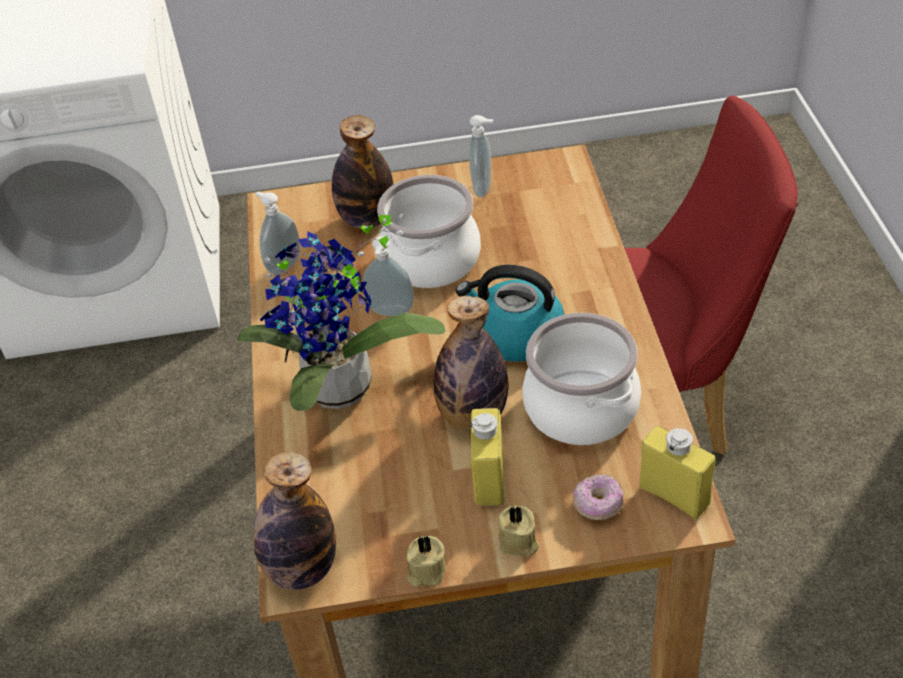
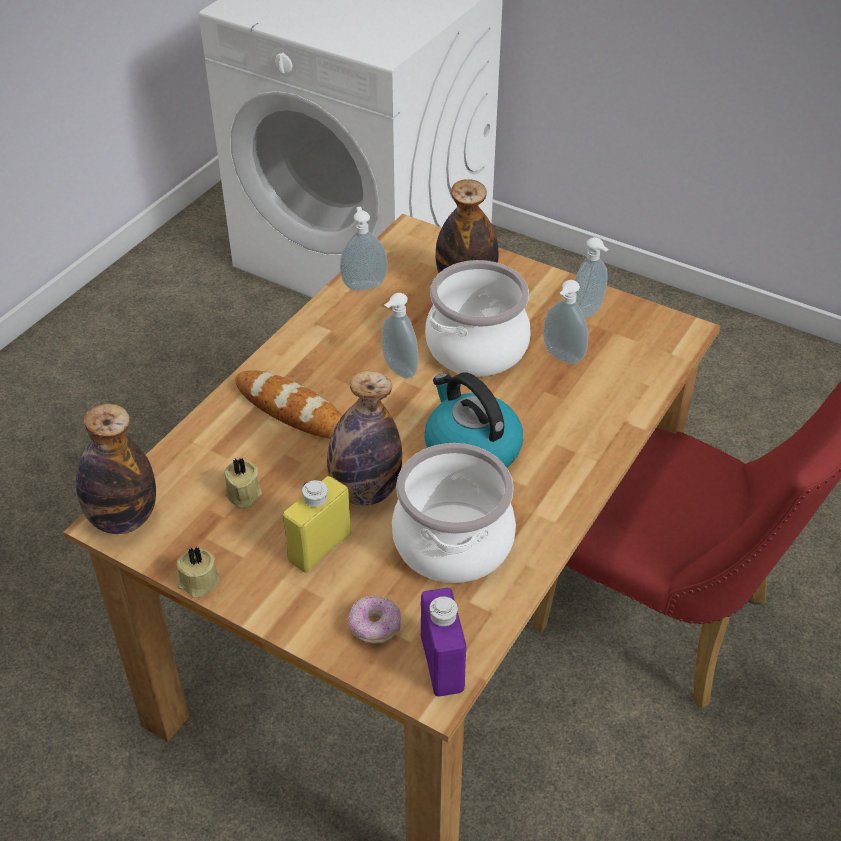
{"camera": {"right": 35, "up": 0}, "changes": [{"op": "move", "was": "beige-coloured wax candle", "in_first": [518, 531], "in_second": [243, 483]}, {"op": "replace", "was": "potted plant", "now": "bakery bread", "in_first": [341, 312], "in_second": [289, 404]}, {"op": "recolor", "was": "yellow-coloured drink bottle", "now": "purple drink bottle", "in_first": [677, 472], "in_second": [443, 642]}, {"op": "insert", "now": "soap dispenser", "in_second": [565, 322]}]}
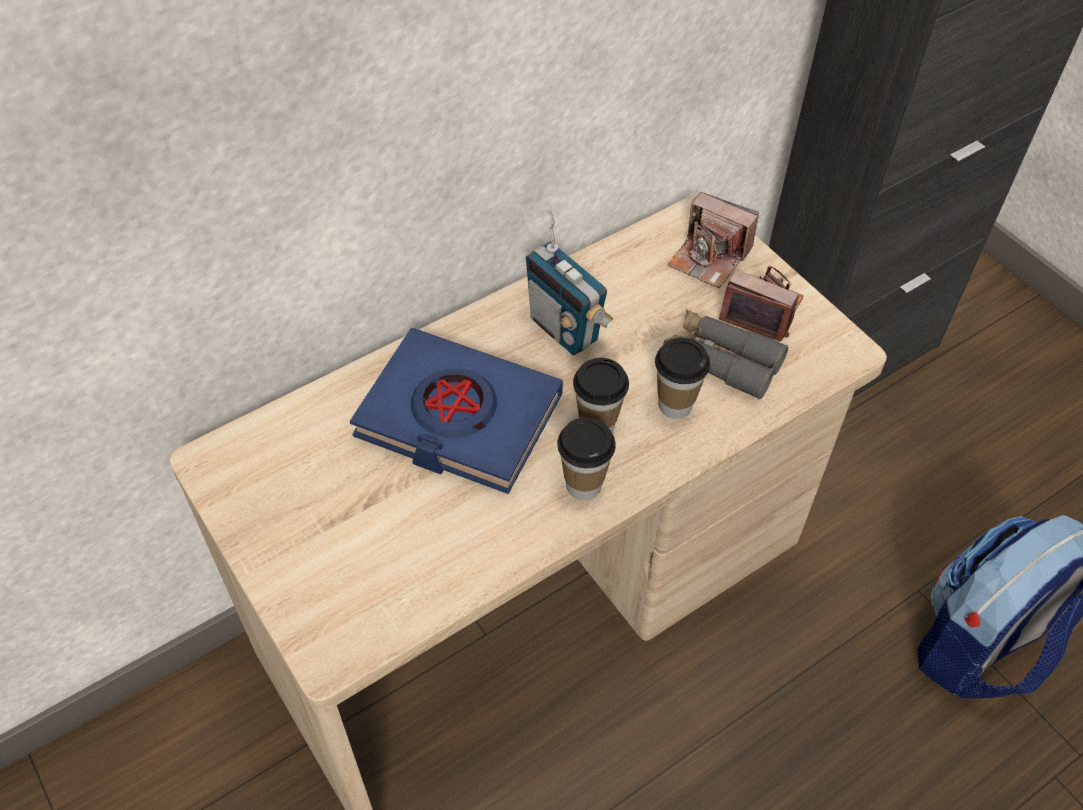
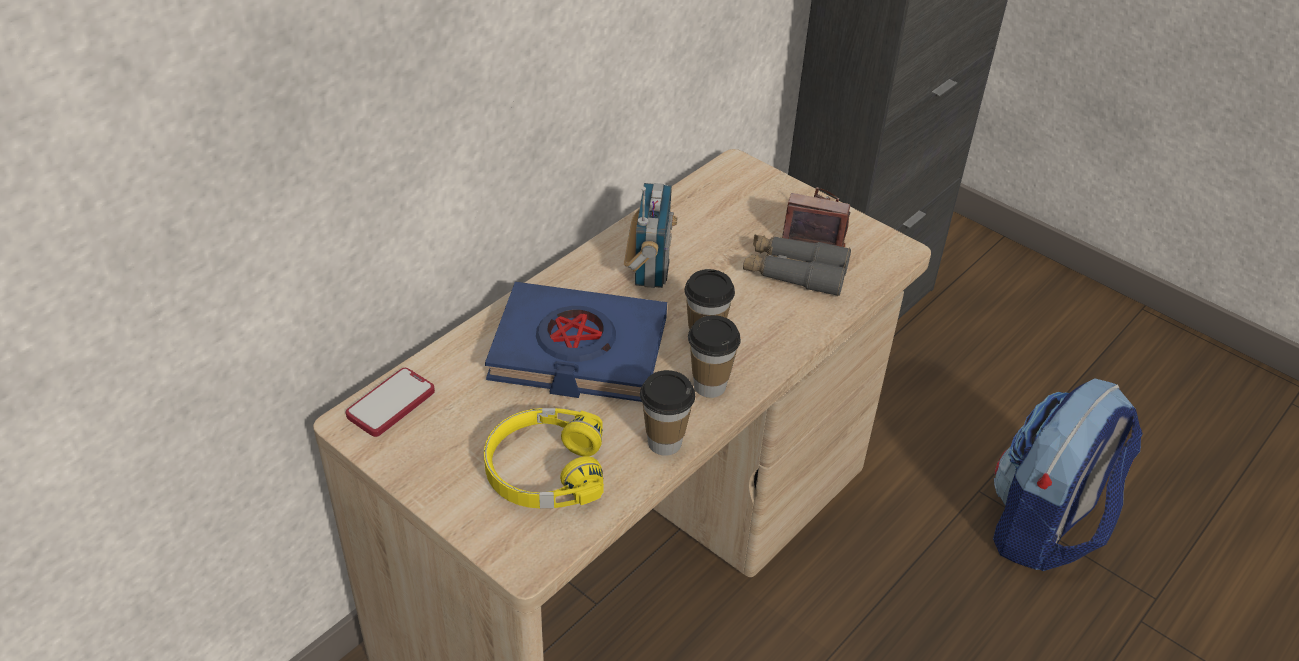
{"camera": {"right": -15, "up": -10}, "changes": [{"op": "insert", "now": "phone", "in_second": [390, 402]}, {"op": "insert", "now": "yellow-coloured pair of headphones", "in_second": [544, 458]}, {"op": "rotate", "was": "radio set", "in_first": [570, 282], "in_second": [650, 235], "clockwise": -120}, {"op": "move", "was": "cup", "in_first": [682, 378], "in_second": [667, 413]}, {"op": "delete", "was": "photo camera", "in_first": [713, 240]}]}
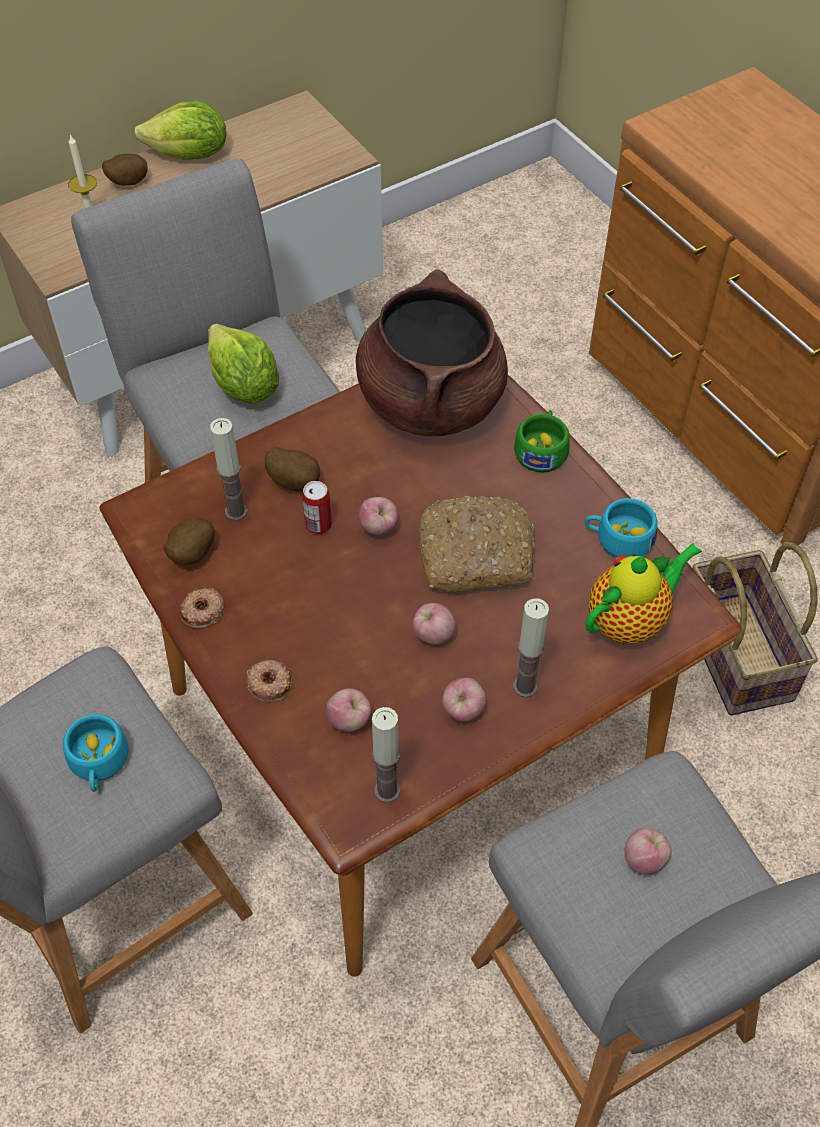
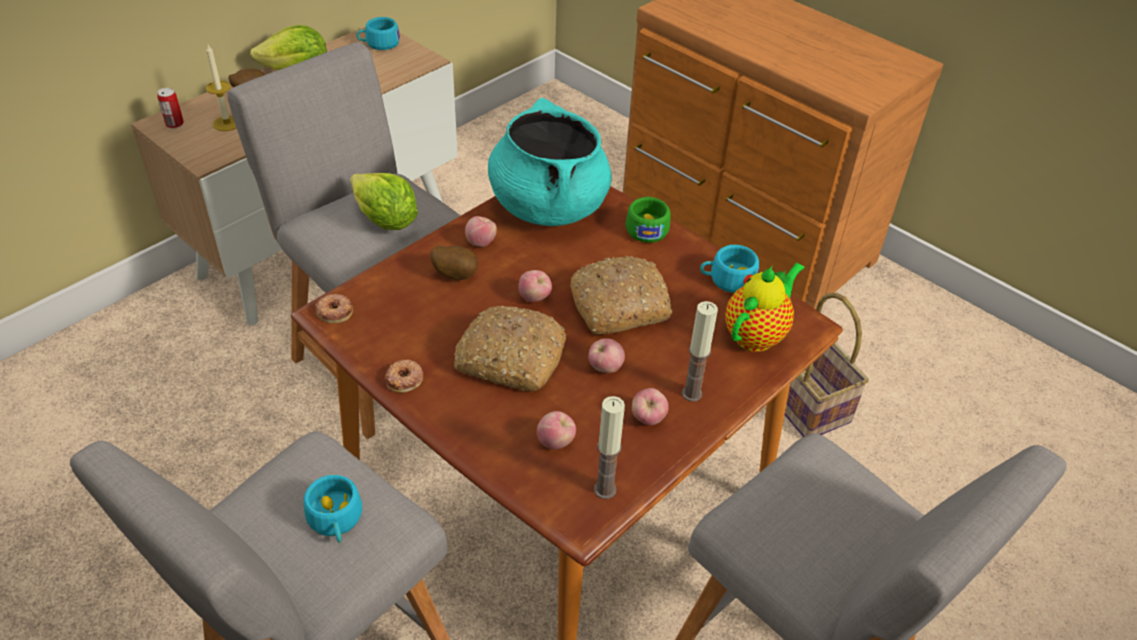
{"camera": {"right": -15, "up": -10}, "changes": [{"op": "move", "was": "sealed can", "in_first": [317, 507], "in_second": [170, 108]}, {"op": "move", "was": "doughnut", "in_first": [269, 681], "in_second": [334, 308]}, {"op": "insert", "now": "blue-green cup", "in_second": [378, 33]}, {"op": "insert", "now": "bakery bread", "in_second": [510, 348]}, {"op": "move", "was": "whole apple", "in_first": [648, 851], "in_second": [481, 231]}, {"op": "recolor", "was": "brown saucepot", "now": "blue-green saucepot", "in_first": [432, 352], "in_second": [550, 162]}, {"op": "delete", "was": "whole potato", "in_first": [189, 541]}, {"op": "delete", "was": "wax candle", "in_first": [229, 469]}]}
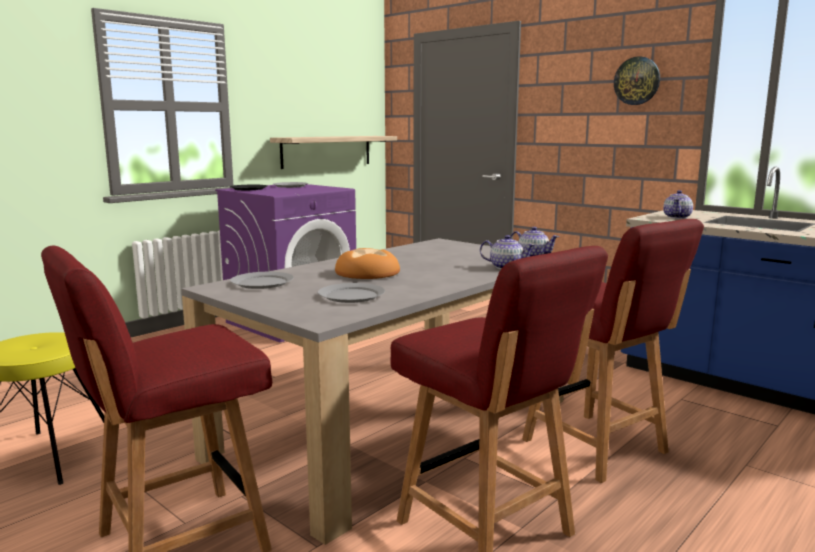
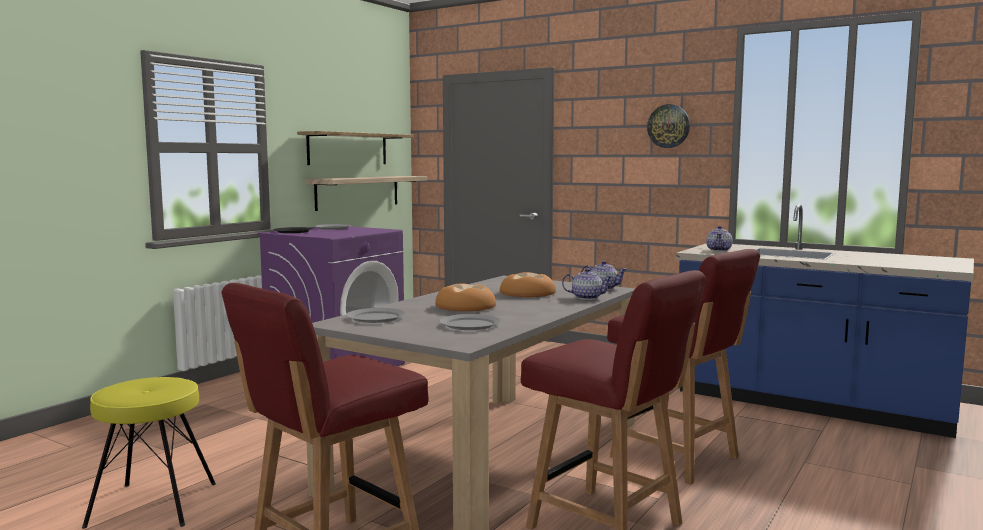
{"camera": {"right": -10, "up": -5}, "changes": [{"op": "insert", "now": "bracket shelf", "in_second": [355, 148]}, {"op": "insert", "now": "bakery bread", "in_second": [528, 284]}]}
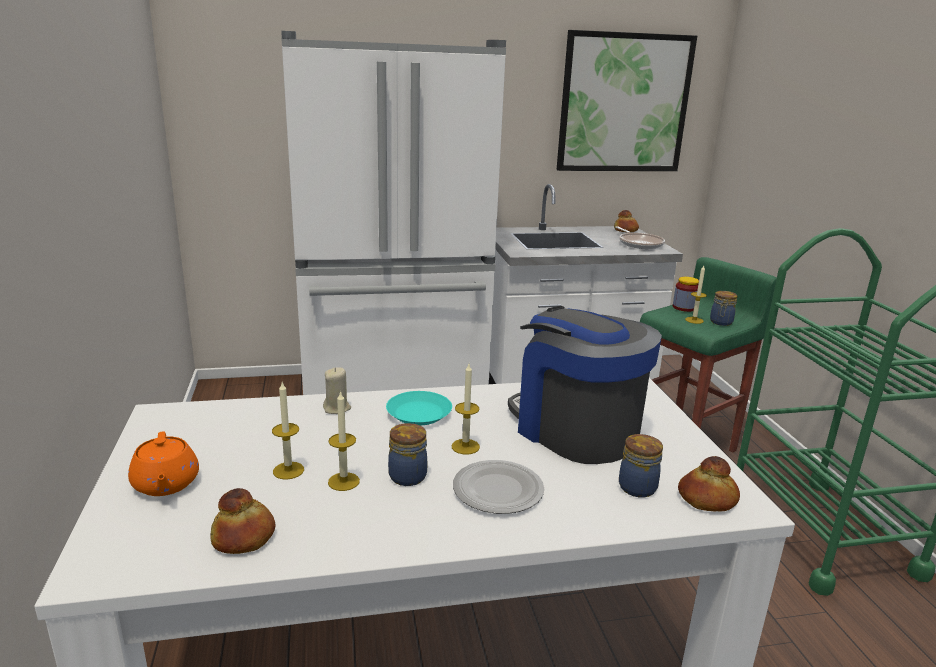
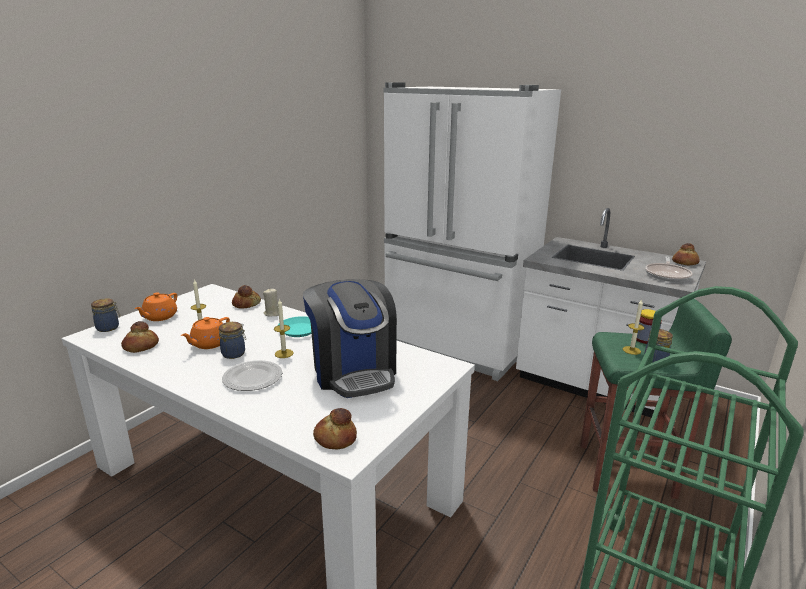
{"camera": {"right": 45, "up": 0}, "changes": [{"op": "move", "was": "storage jar", "in_first": [641, 465], "in_second": [105, 315]}, {"op": "replace", "was": "wax candle", "now": "orange teapot", "in_first": [344, 441], "in_second": [205, 333]}, {"op": "insert", "now": "bakery bread", "in_second": [246, 297]}, {"op": "rotate", "was": "coffee maker", "in_first": [585, 385], "in_second": [350, 338], "clockwise": 150}, {"op": "delete", "was": "wall picture", "in_first": [627, 100]}]}
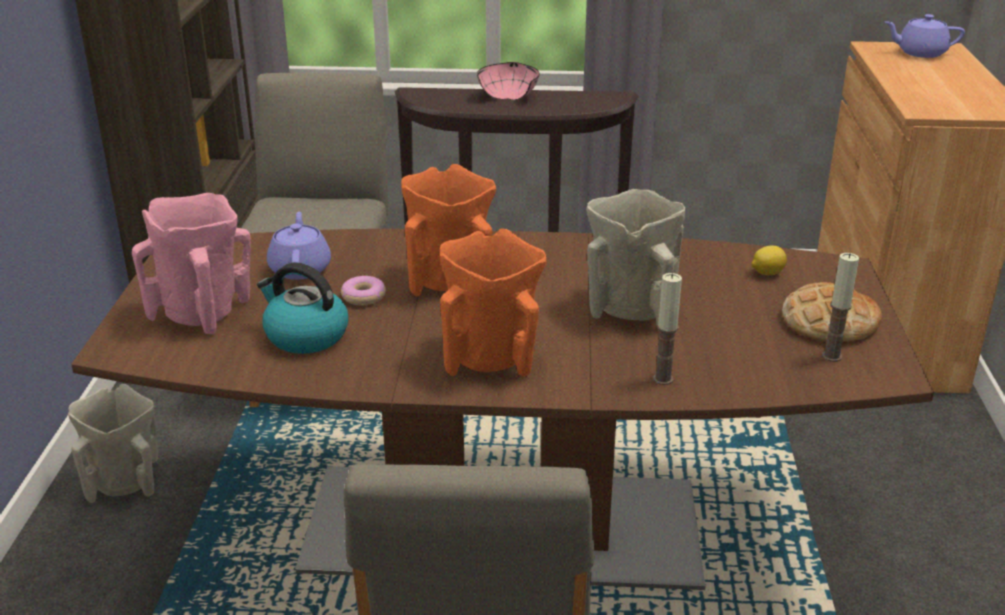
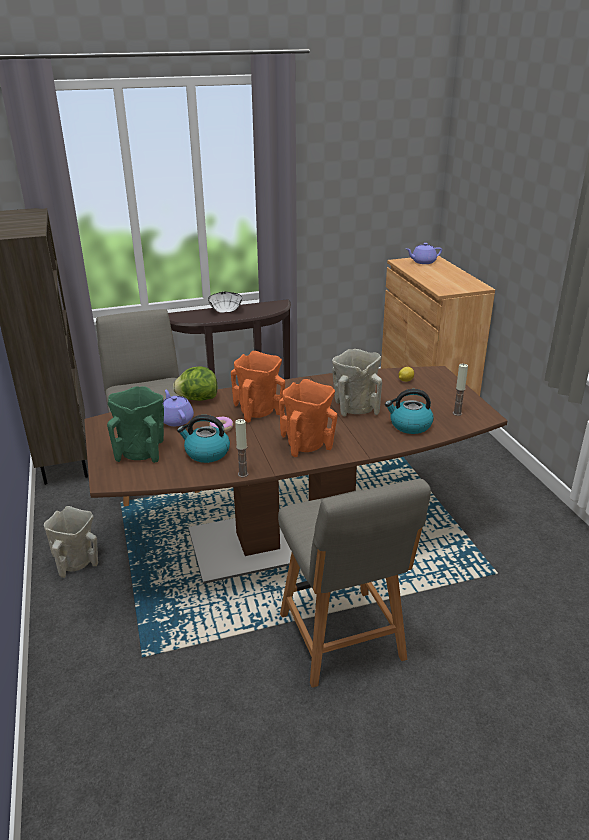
{"camera": {"right": -20, "up": 0}, "changes": [{"op": "recolor", "was": "pink decorative vase", "now": "green-coloured decorative vase", "in_first": [191, 263], "in_second": [135, 424]}, {"op": "insert", "now": "lettuce head", "in_second": [195, 384]}, {"op": "recolor", "was": "pink deep dish", "now": "white-coloured deep dish", "in_first": [508, 81], "in_second": [225, 302]}, {"op": "move", "was": "wax candle", "in_first": [667, 329], "in_second": [242, 448]}, {"op": "insert", "now": "tea kettle", "in_second": [409, 411]}, {"op": "delete", "was": "bakery bread", "in_first": [832, 312]}]}
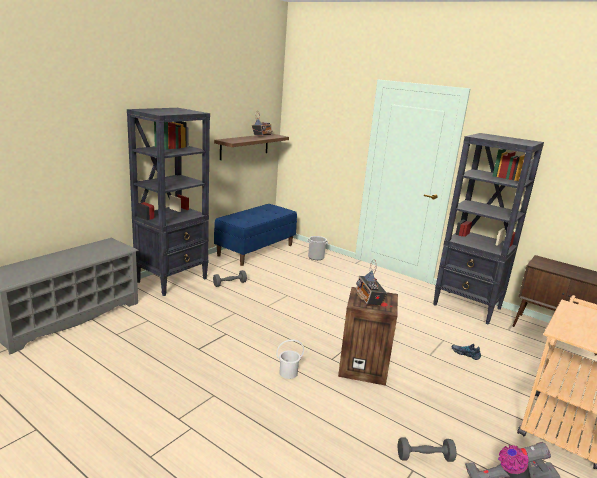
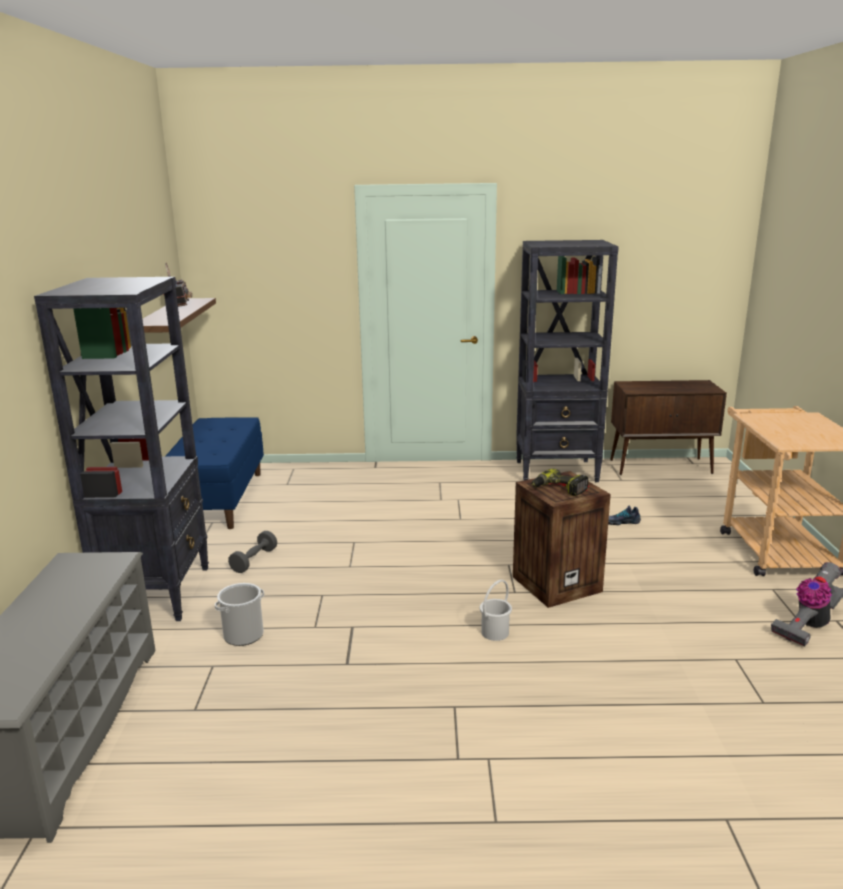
{"camera": {"right": -35, "up": 0}, "changes": [{"op": "move", "was": "bucket", "in_first": [317, 248], "in_second": [239, 614]}, {"op": "replace", "was": "radio set", "now": "drill", "in_first": [371, 283], "in_second": [560, 482]}, {"op": "delete", "was": "gray hand weight", "in_first": [427, 449]}]}
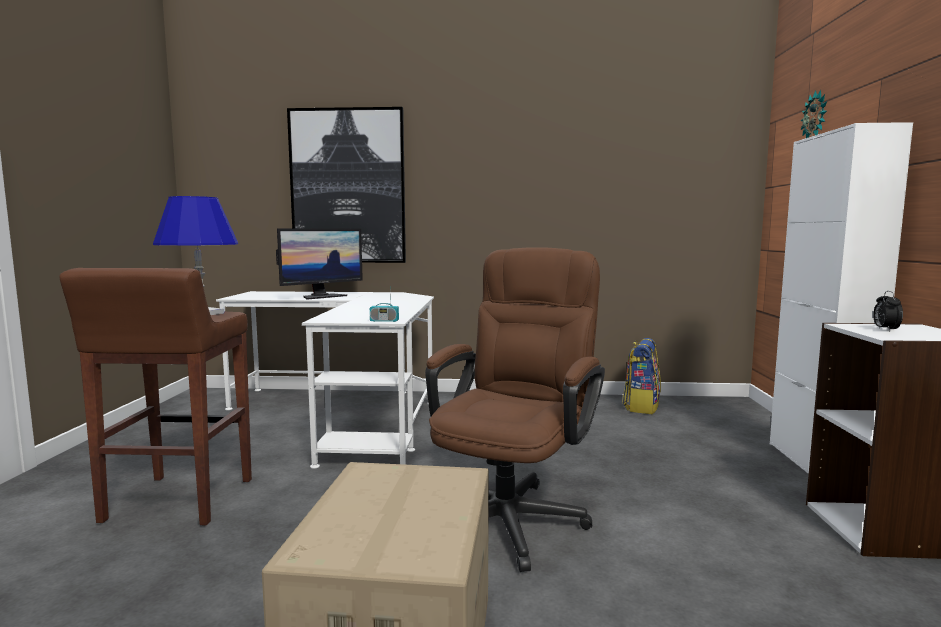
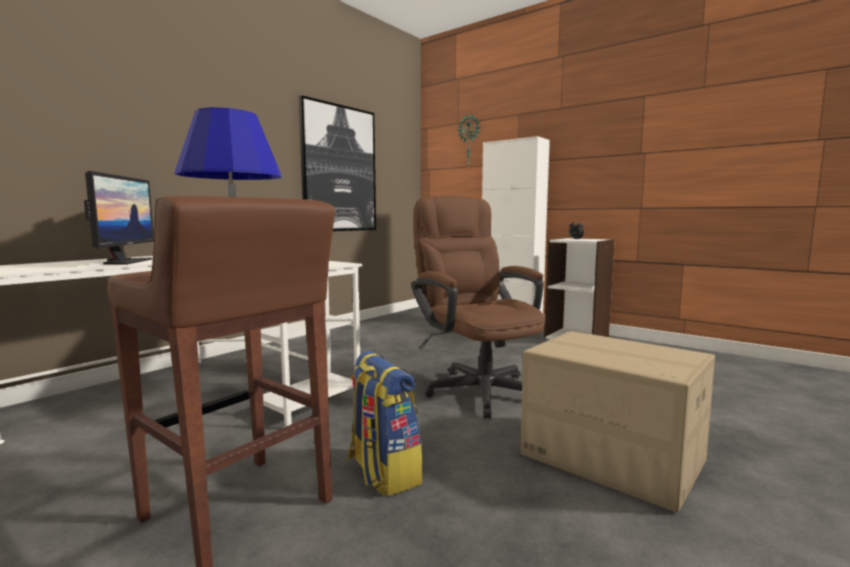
{"camera": {"right": -55, "up": 0}, "changes": [{"op": "move", "was": "wall picture", "in_first": [346, 185], "in_second": [337, 163]}, {"op": "move", "was": "knapsack", "in_first": [641, 376], "in_second": [384, 423]}, {"op": "delete", "was": "radio set", "in_first": [384, 305]}]}
